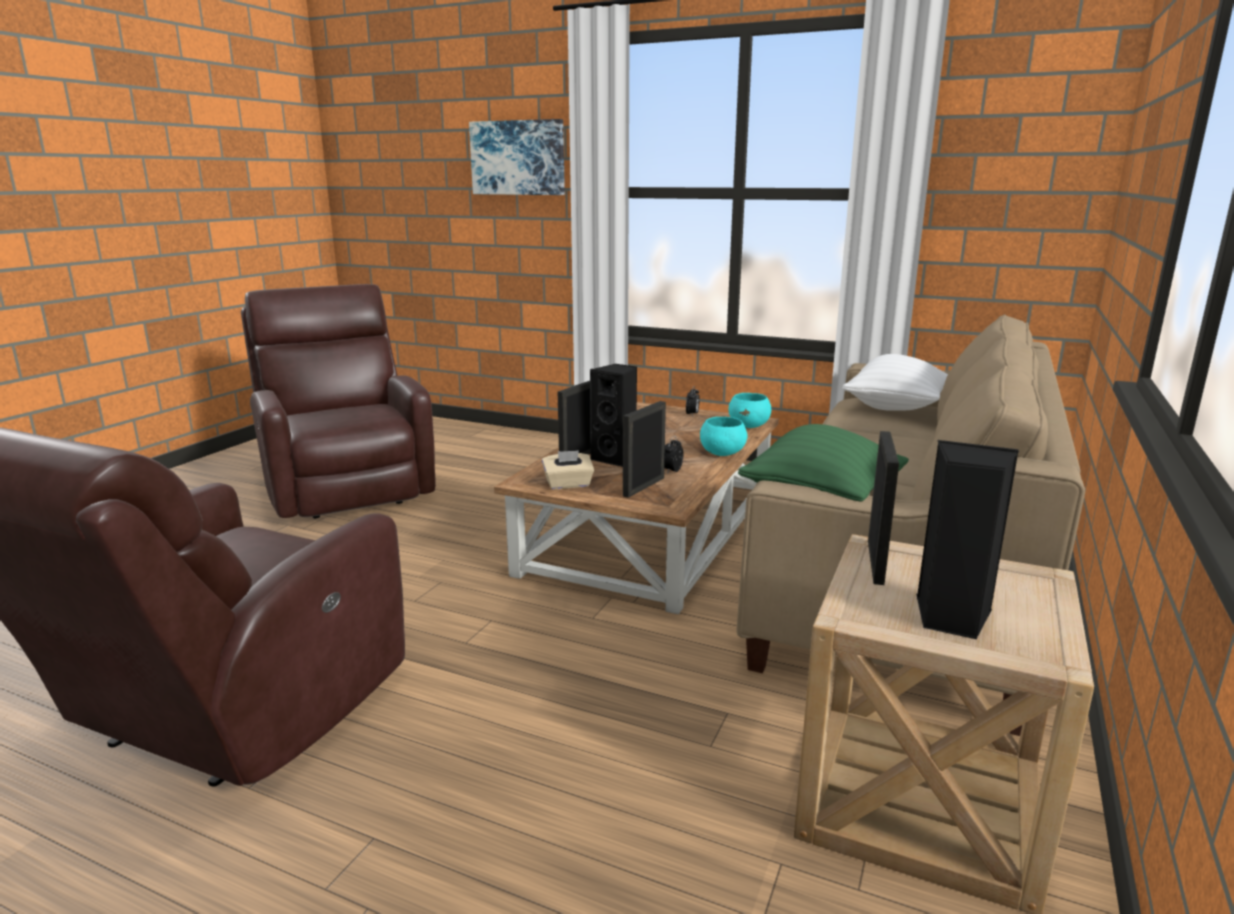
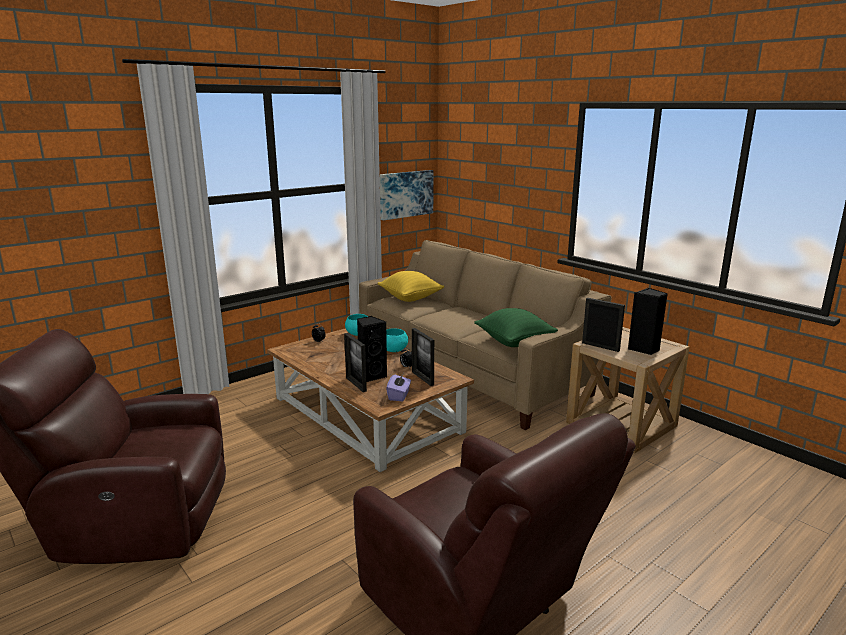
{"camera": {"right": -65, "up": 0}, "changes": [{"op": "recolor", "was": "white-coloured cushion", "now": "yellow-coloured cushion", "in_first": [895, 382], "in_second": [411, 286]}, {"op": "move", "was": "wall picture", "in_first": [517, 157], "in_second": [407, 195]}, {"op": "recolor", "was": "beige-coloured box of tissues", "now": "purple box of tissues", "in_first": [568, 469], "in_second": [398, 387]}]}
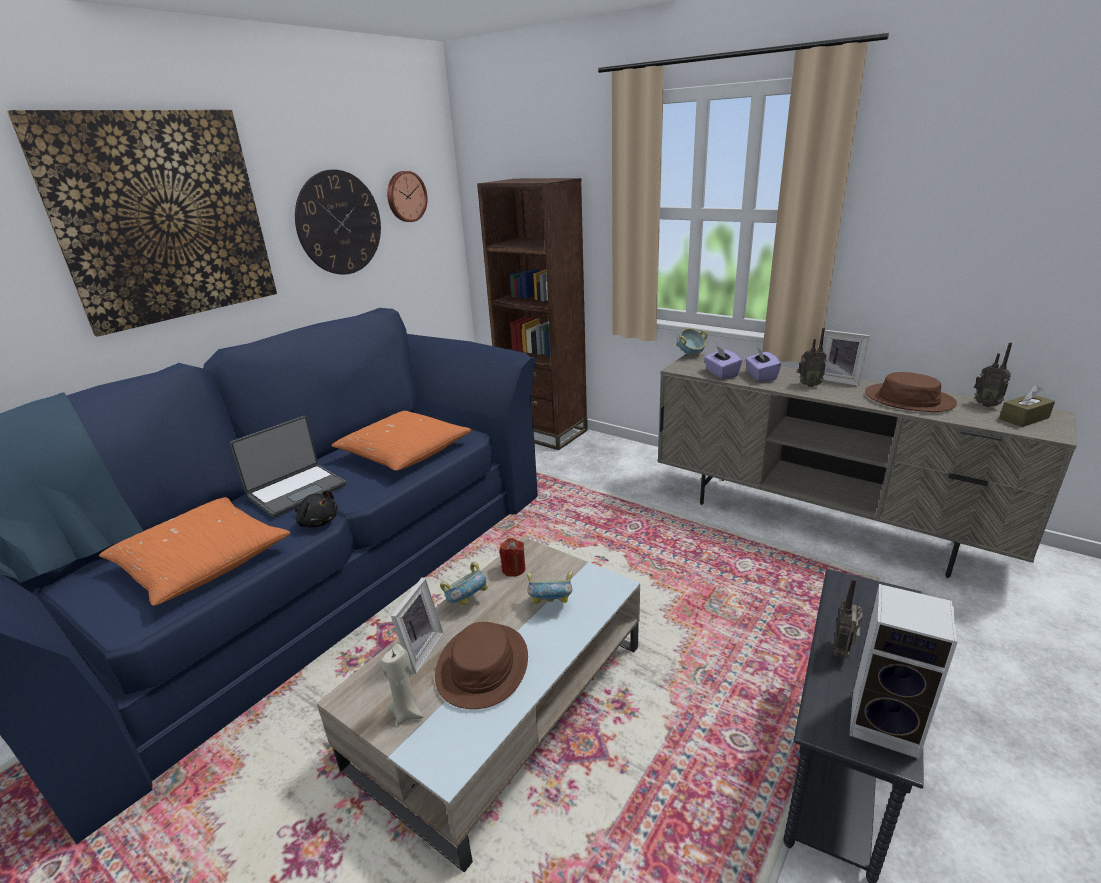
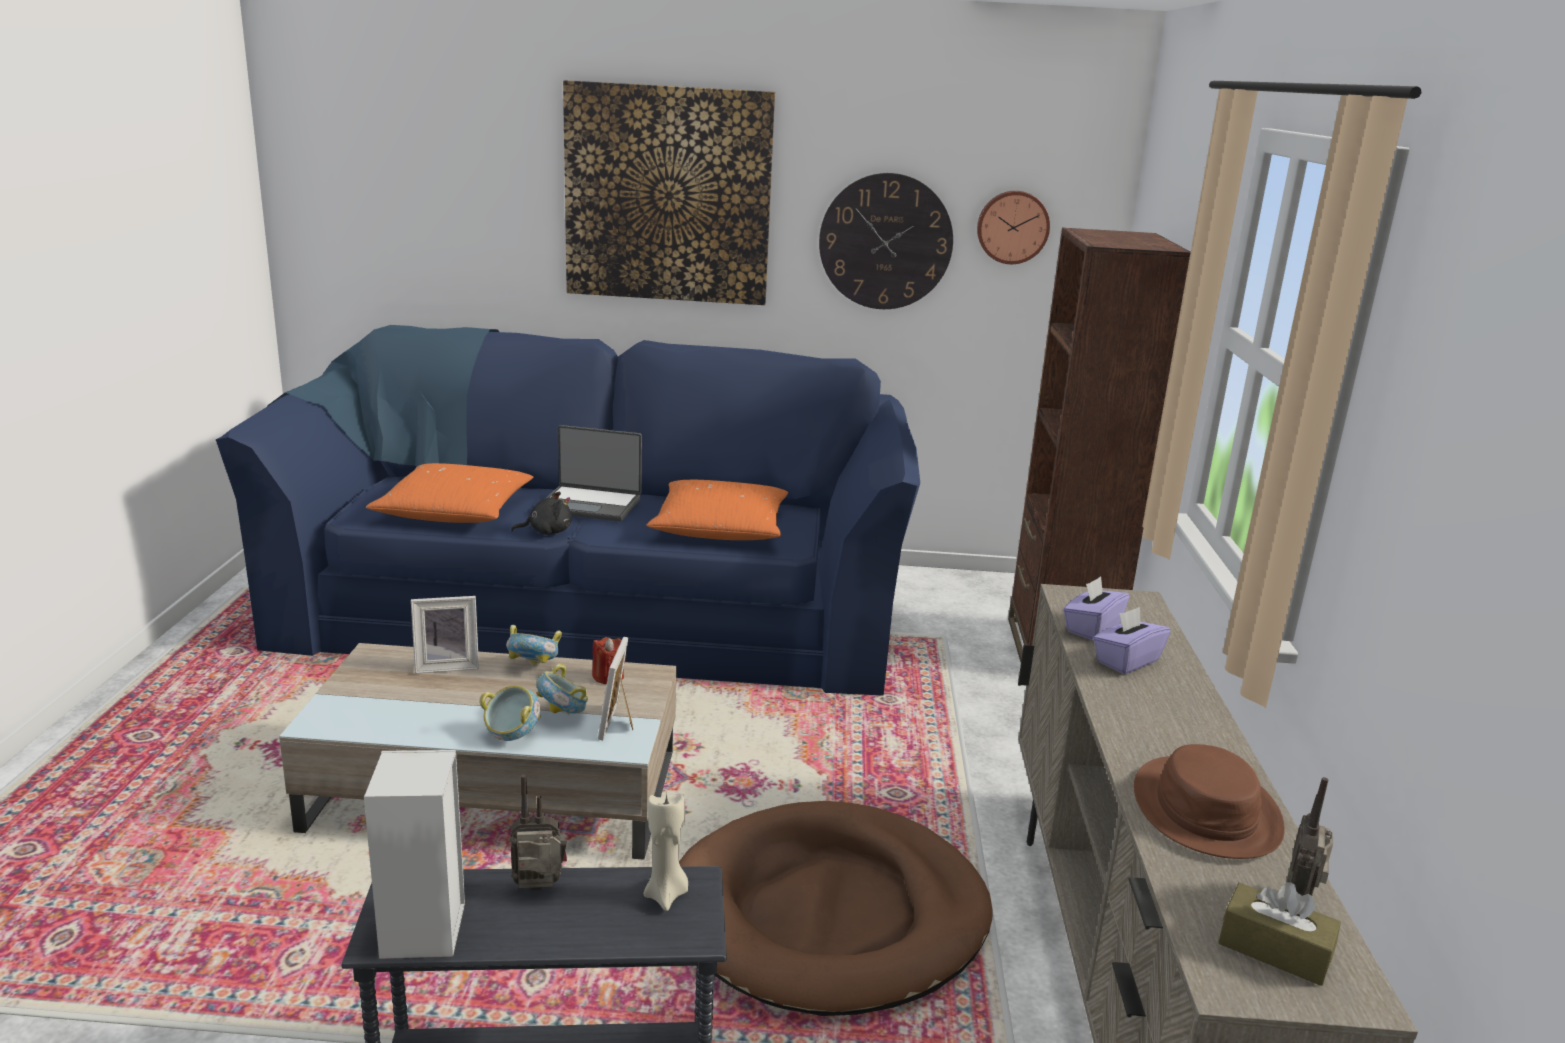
{"camera": {"right": 55, "up": -5}, "changes": [{"op": "move", "was": "deep dish", "in_first": [692, 342], "in_second": [510, 713]}, {"op": "rotate", "was": "blackish plush toy", "in_first": [316, 509], "in_second": [541, 513], "clockwise": -105}, {"op": "move", "was": "photo frame", "in_first": [846, 358], "in_second": [615, 688]}, {"op": "move", "was": "beige-coloured wax candle", "in_first": [402, 684], "in_second": [665, 852]}, {"op": "insert", "now": "brown dog bed", "in_second": [836, 908]}, {"op": "delete", "was": "brown wearable hat", "in_first": [481, 665]}, {"op": "delete", "was": "radio set", "in_first": [812, 357]}]}
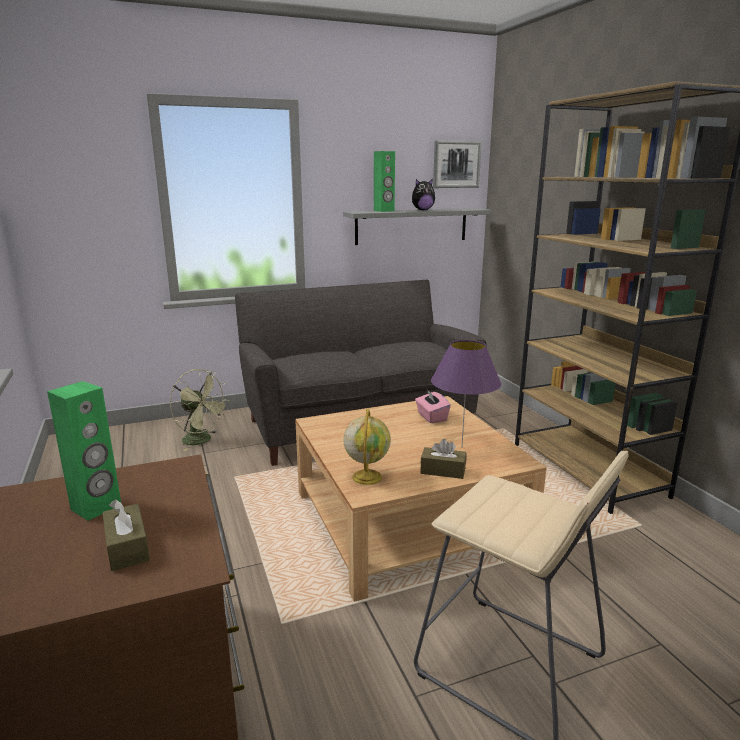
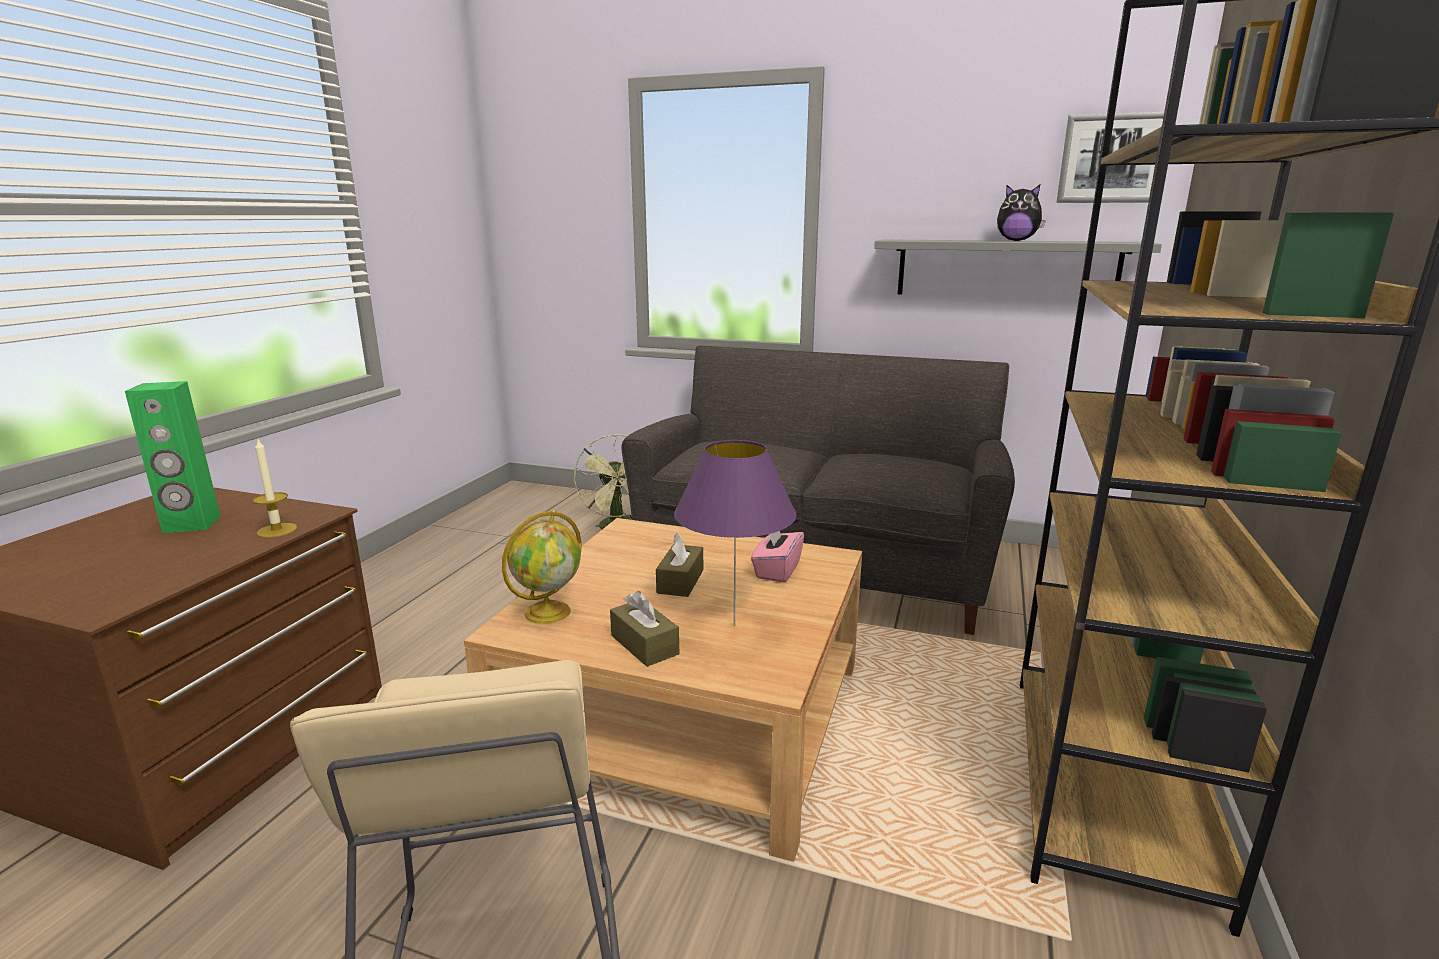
{"camera": {"right": 40, "up": 0}, "changes": [{"op": "insert", "now": "wax candle", "in_second": [274, 489]}, {"op": "move", "was": "brown box of tissues", "in_first": [126, 535], "in_second": [679, 565]}, {"op": "delete", "was": "green-coloured loudspeaker", "in_first": [384, 181]}]}
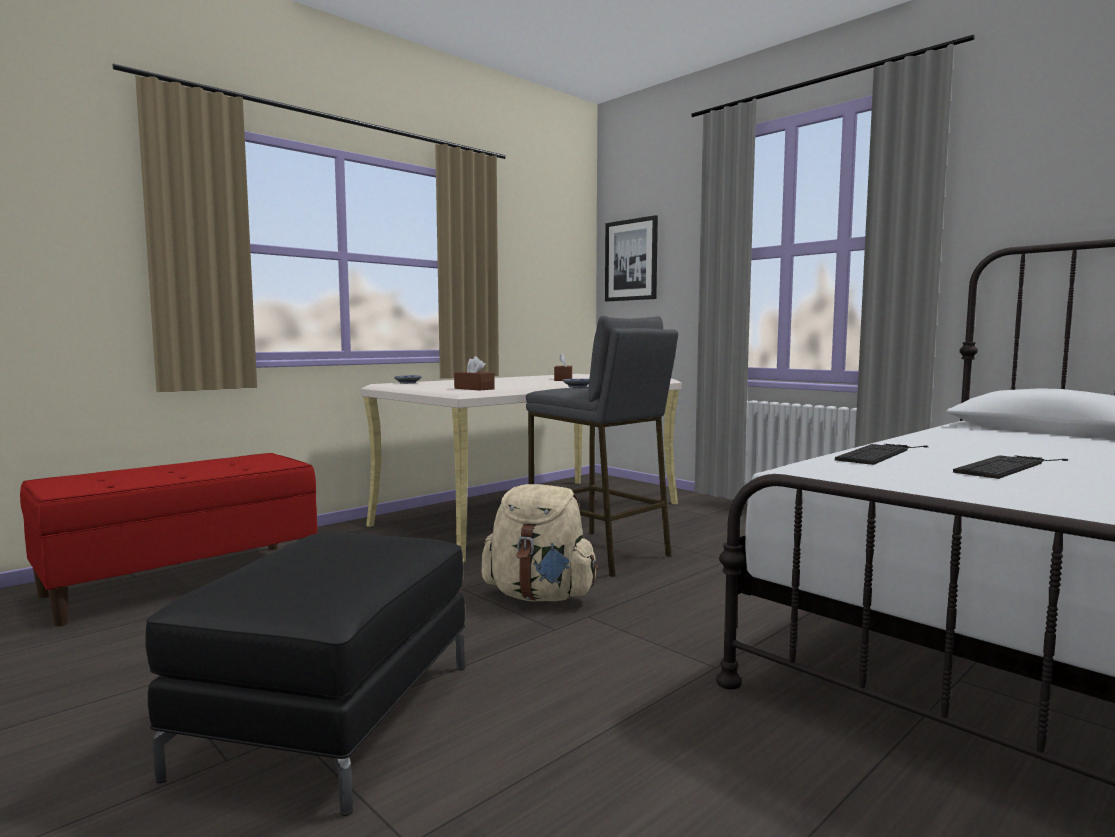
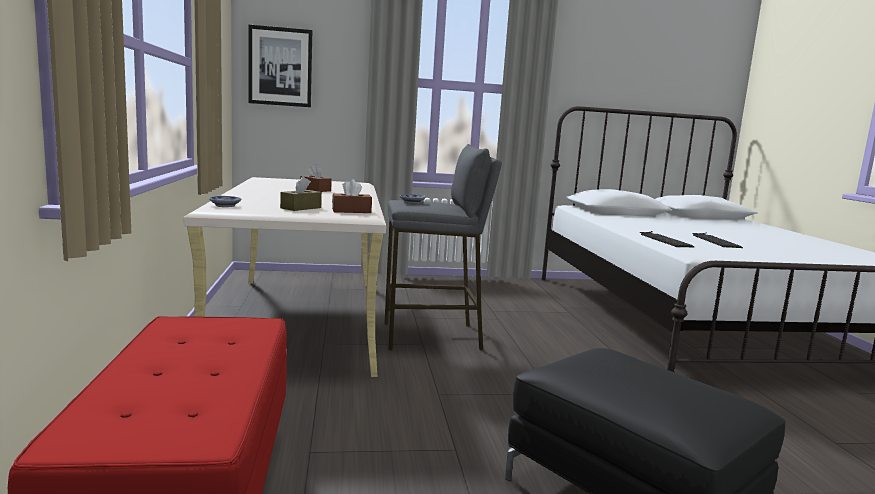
{"camera": {"right": -55, "up": 5}, "changes": [{"op": "insert", "now": "brown box of tissues", "in_second": [301, 193]}, {"op": "delete", "was": "beige-coloured knapsack", "in_first": [540, 542]}]}
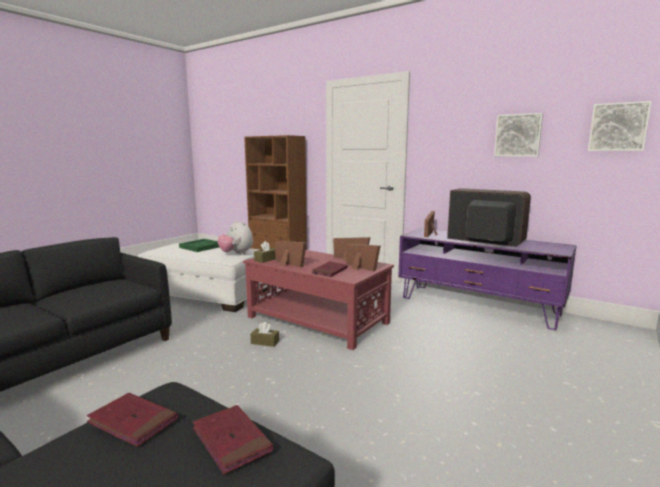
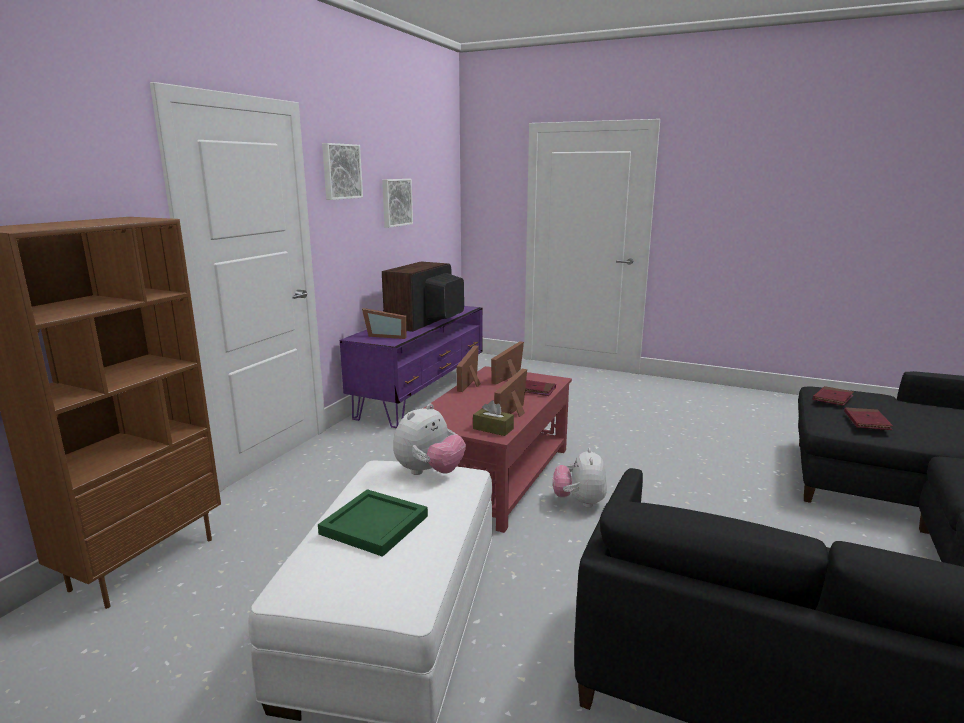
{"camera": {"right": -100, "up": 5}, "changes": [{"op": "move", "was": "wall picture", "in_first": [620, 126], "in_second": [342, 171]}, {"op": "replace", "was": "brown box of tissues", "now": "plush toy", "in_first": [265, 334], "in_second": [580, 478]}]}
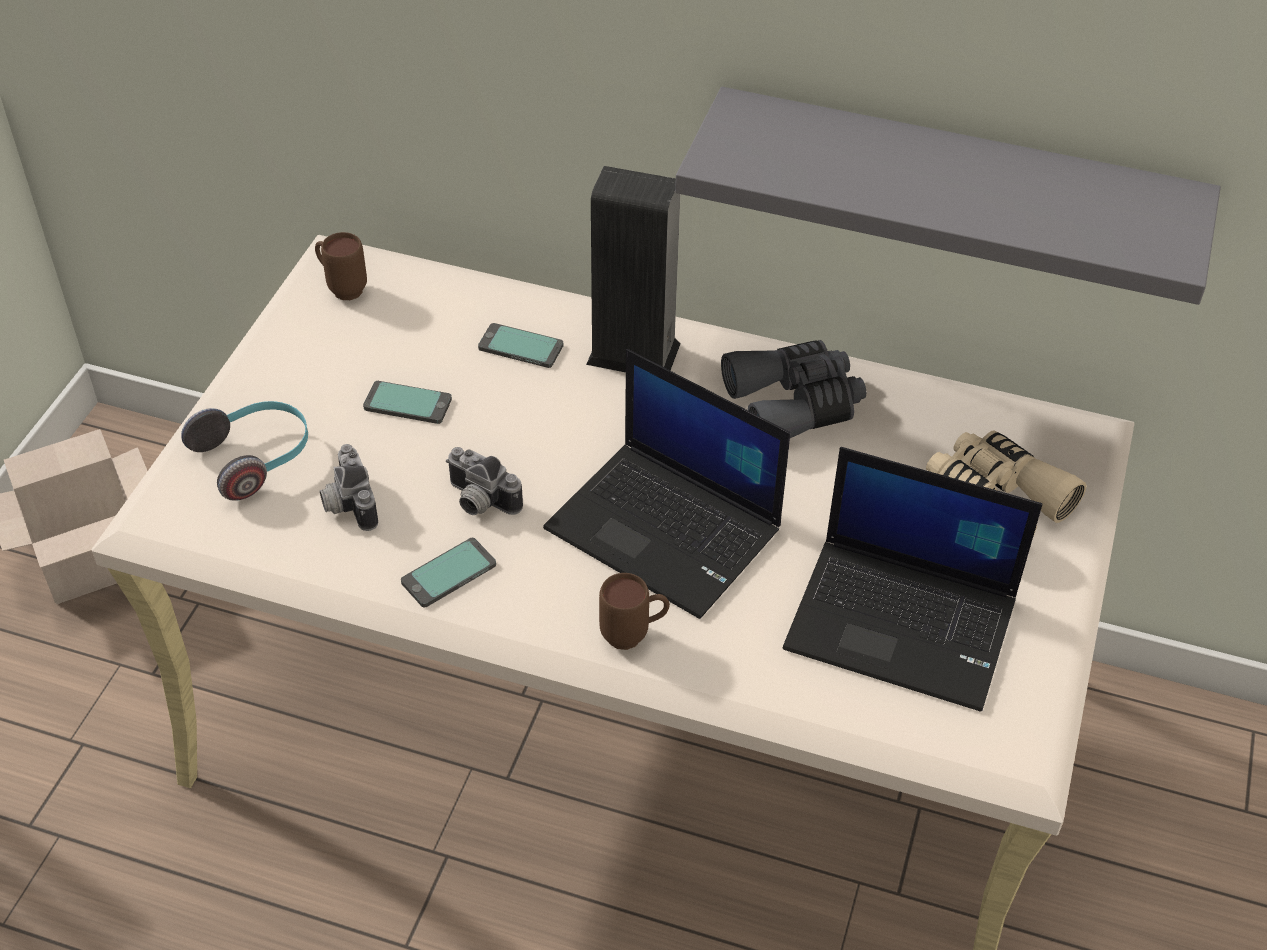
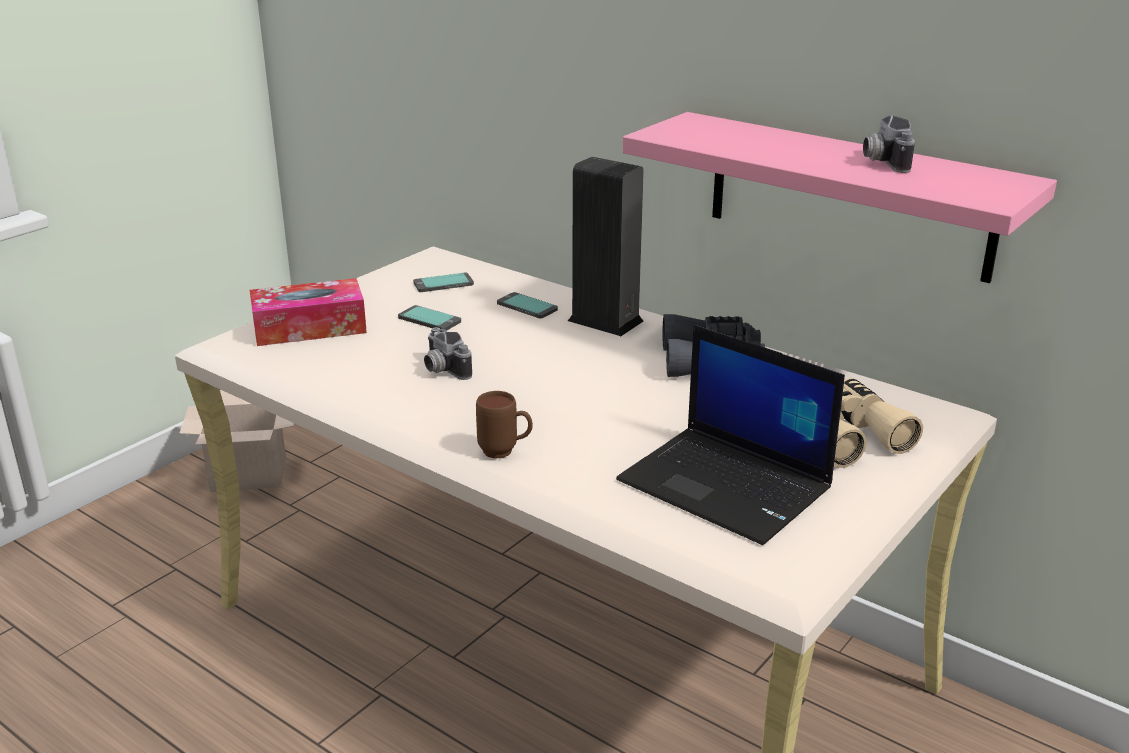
{"camera": {"right": 20, "up": -20}, "changes": [{"op": "replace", "was": "pair of headphones", "now": "box of tissues", "in_first": [244, 451], "in_second": [308, 312]}, {"op": "move", "was": "phone", "in_first": [448, 572], "in_second": [443, 282]}, {"op": "recolor", "was": "gray bracket shelf", "now": "pink bracket shelf", "in_first": [948, 196], "in_second": [840, 197]}, {"op": "move", "was": "photo camera", "in_first": [349, 487], "in_second": [889, 144]}, {"op": "delete", "was": "brown coffee mug", "in_first": [341, 266]}, {"op": "delete", "was": "laptop", "in_first": [666, 484]}]}
